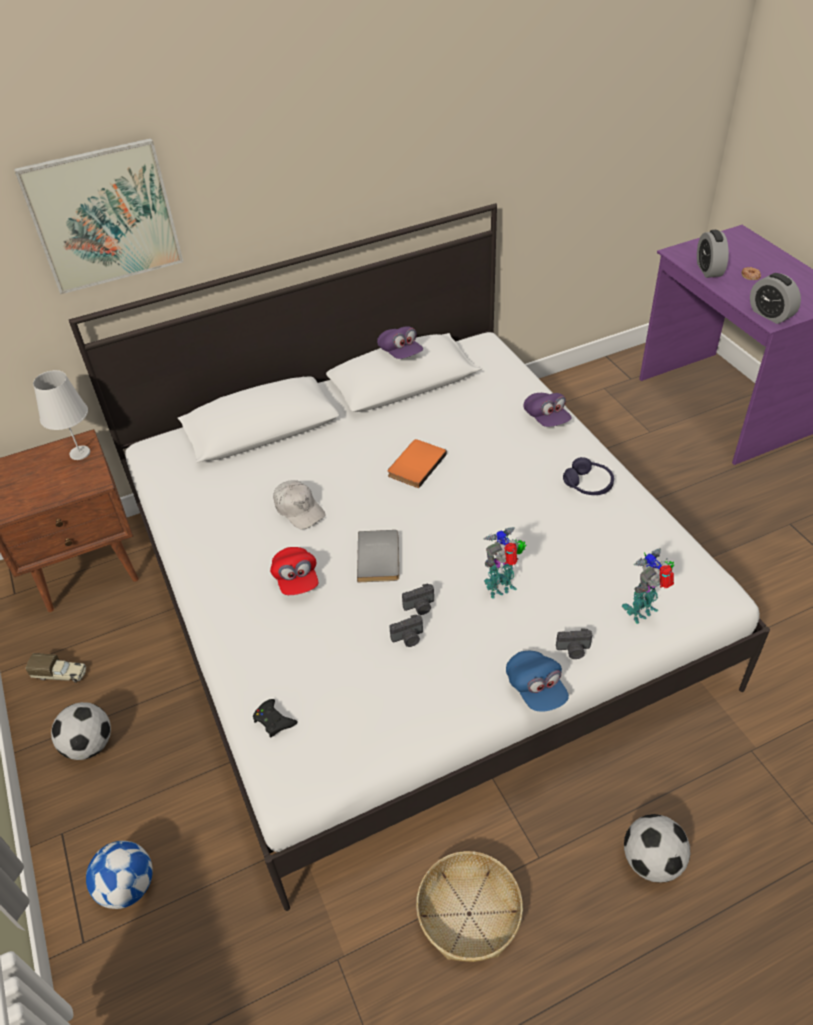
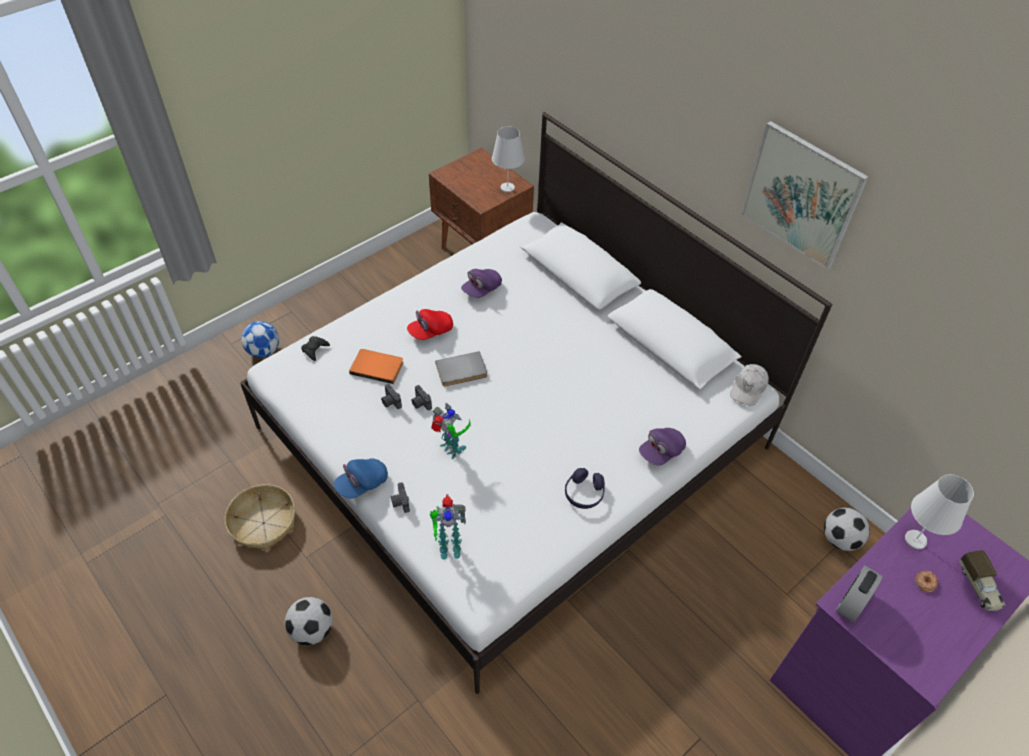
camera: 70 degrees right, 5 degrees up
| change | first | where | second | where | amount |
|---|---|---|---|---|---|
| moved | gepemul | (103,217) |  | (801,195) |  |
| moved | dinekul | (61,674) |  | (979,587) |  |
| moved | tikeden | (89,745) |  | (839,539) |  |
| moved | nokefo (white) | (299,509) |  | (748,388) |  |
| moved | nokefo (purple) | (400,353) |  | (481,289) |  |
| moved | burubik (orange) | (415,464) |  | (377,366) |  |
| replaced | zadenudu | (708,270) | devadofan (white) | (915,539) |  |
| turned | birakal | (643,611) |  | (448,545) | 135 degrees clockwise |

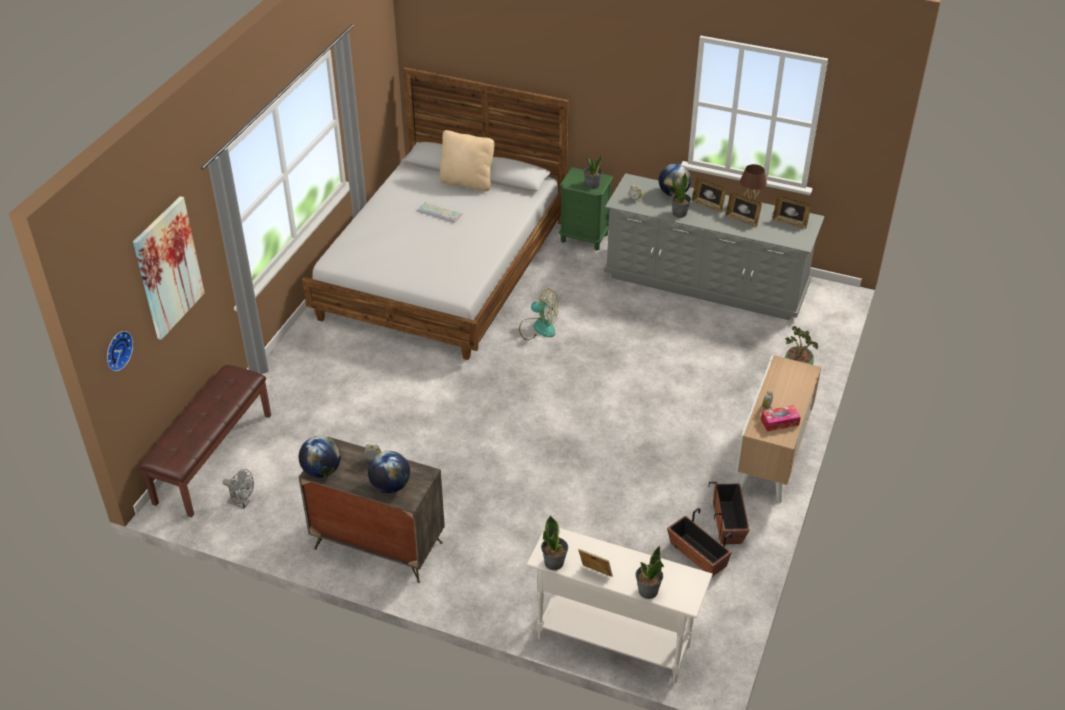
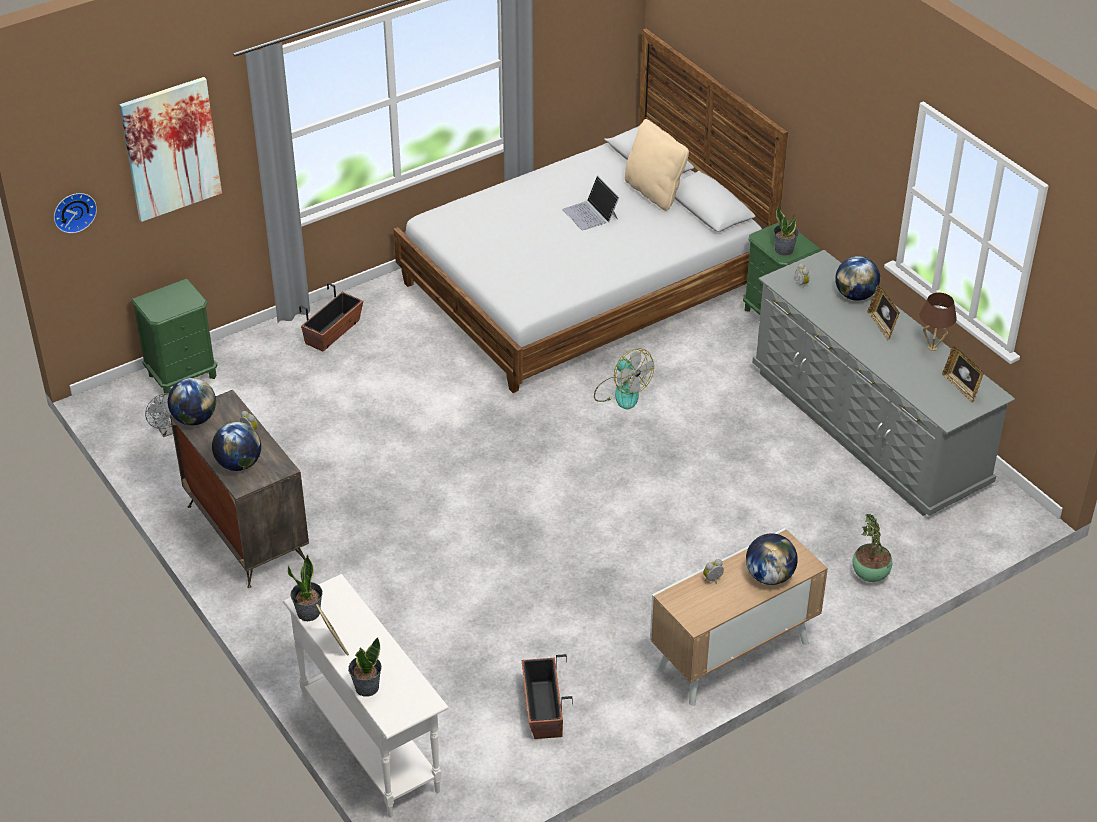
camera: 35 degrees right, 0 degrees up
| change | first | where | second | where | amount |
|---|---|---|---|---|---|
| removed | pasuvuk | (679,213) |  |  |  |
| removed | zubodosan | (742,220) |  |  |  |
| removed | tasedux | (779,422) |  |  |  |
| added |  |  | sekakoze | (769,576) |  |
| moved | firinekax | (728,522) |  | (333,332) |  |
| replaced | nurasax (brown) | (213,457) | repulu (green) | (182,375) |  |
| replaced | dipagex | (440,212) | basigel | (590,214) |  |

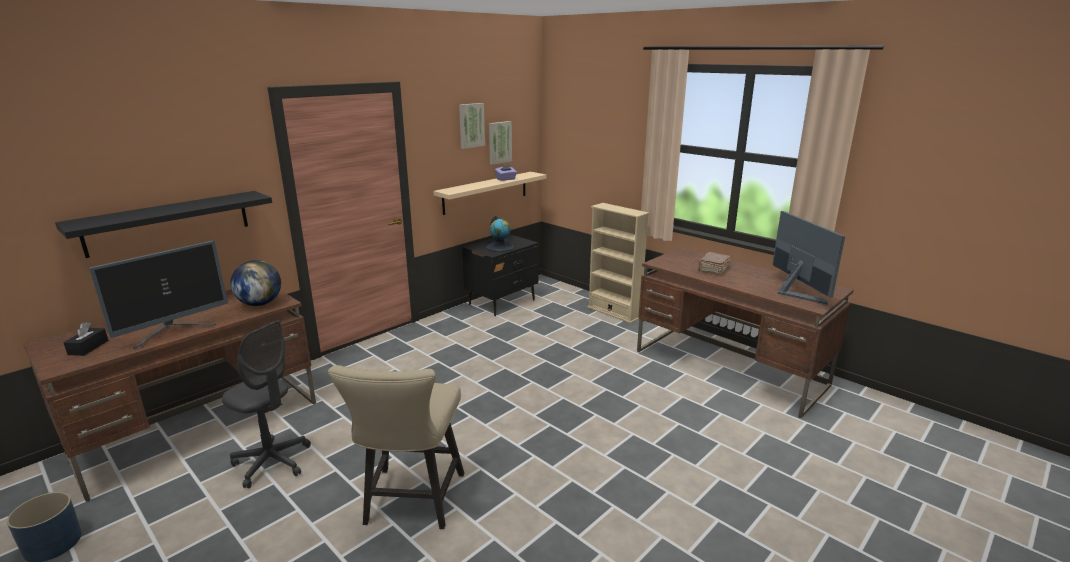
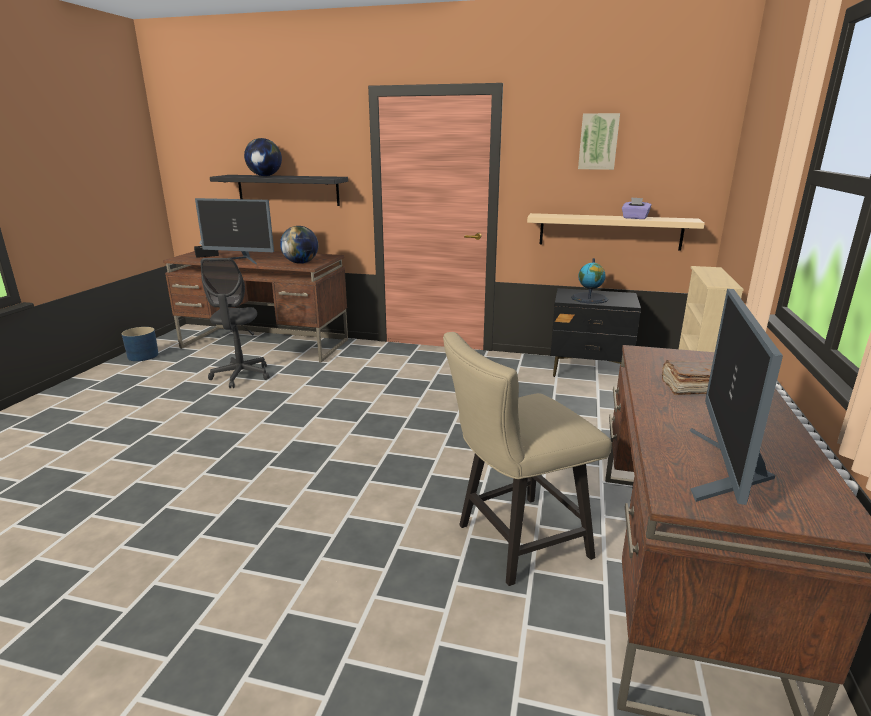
camera: 60 degrees right, 0 degrees up
| change | first | where | second | where | amount |
|---|---|---|---|---|---|
| removed | gepemul | (499,142) |  |  |  |
| added |  |  | sekakoze | (265,176) |  |
| moved | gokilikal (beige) | (411,503) |  | (514,542) |  |
| turned | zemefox | (795,292) |  | (725,470) | 150 degrees clockwise |

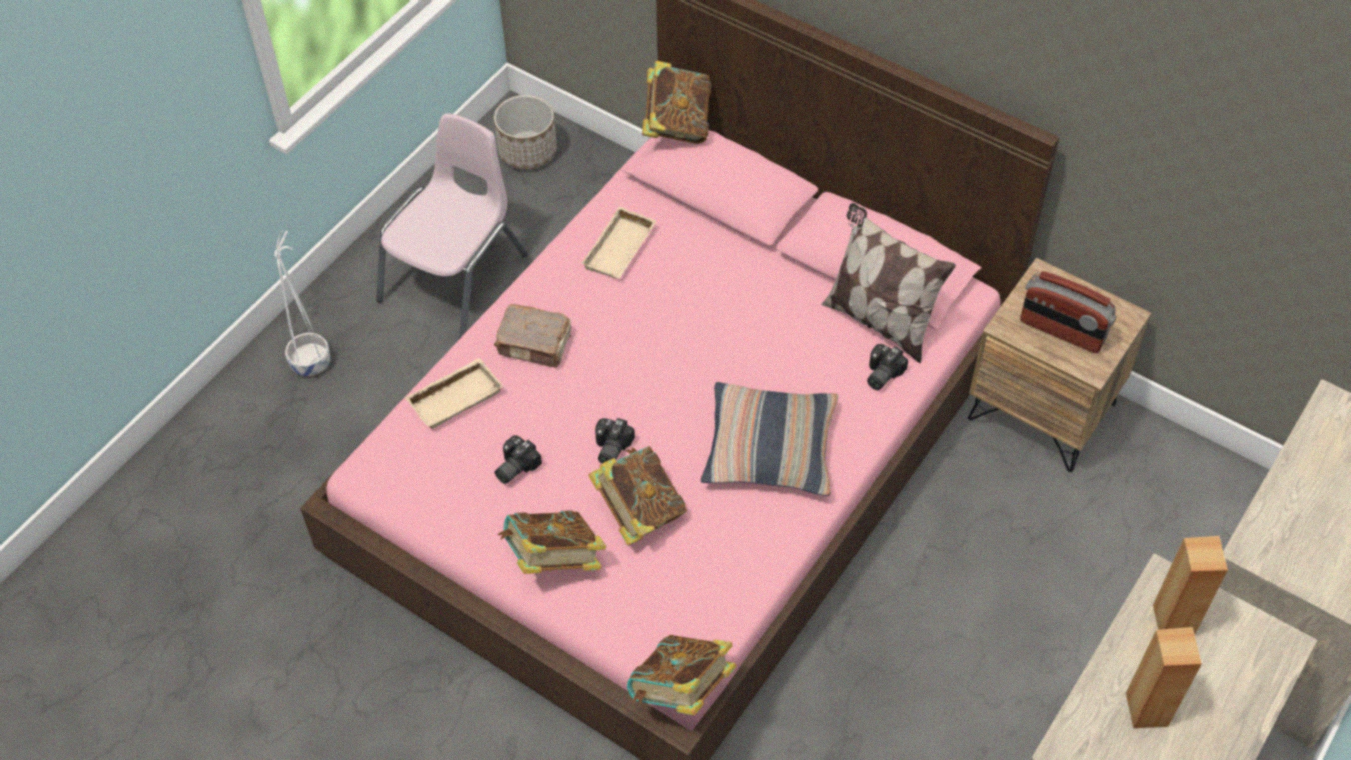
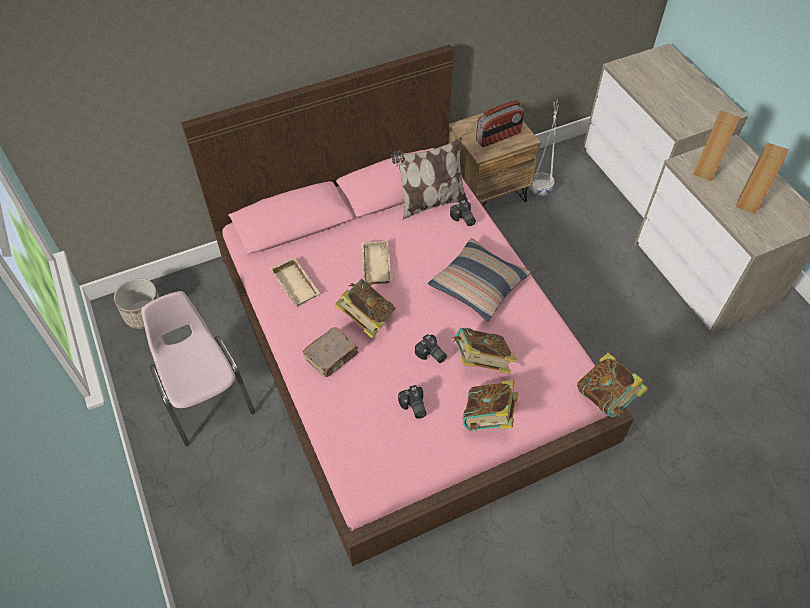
camera: 60 degrees left, 0 degrees up
| change | first | where | second | where | amount |
|---|---|---|---|---|---|
| moved | firinekax (white) | (311,362) |  | (540,188) |  |
| moved | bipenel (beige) | (455,396) |  | (374,265) |  |
| moved | burubik | (676,125) |  | (366,319) |  |

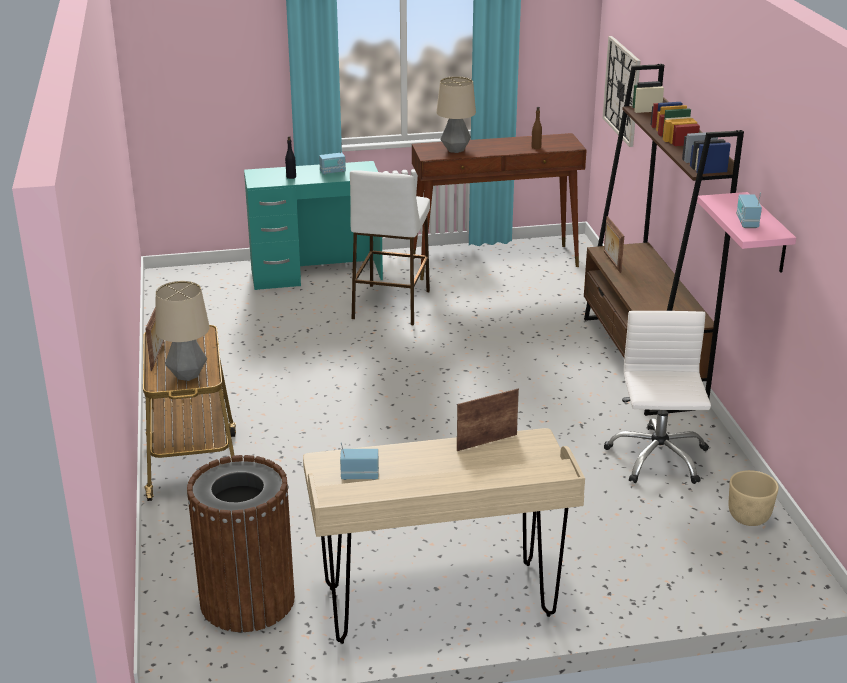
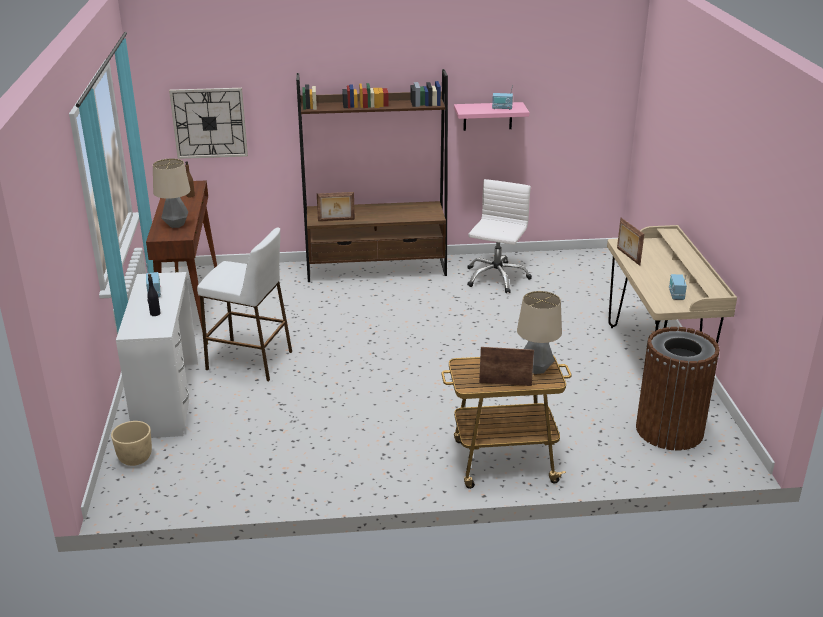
camera: 85 degrees left, 0 degrees up
| change | first | where | second | where | amount |
|---|---|---|---|---|---|
| moved | firinekax (beige) | (749,517) |  | (135,458) |  |
| recoloured | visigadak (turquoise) | (316,274) | visigadak (white) | (166,398) |  |
| turned | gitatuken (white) | (657,457) |  | (496,277) | 105 degrees clockwise |

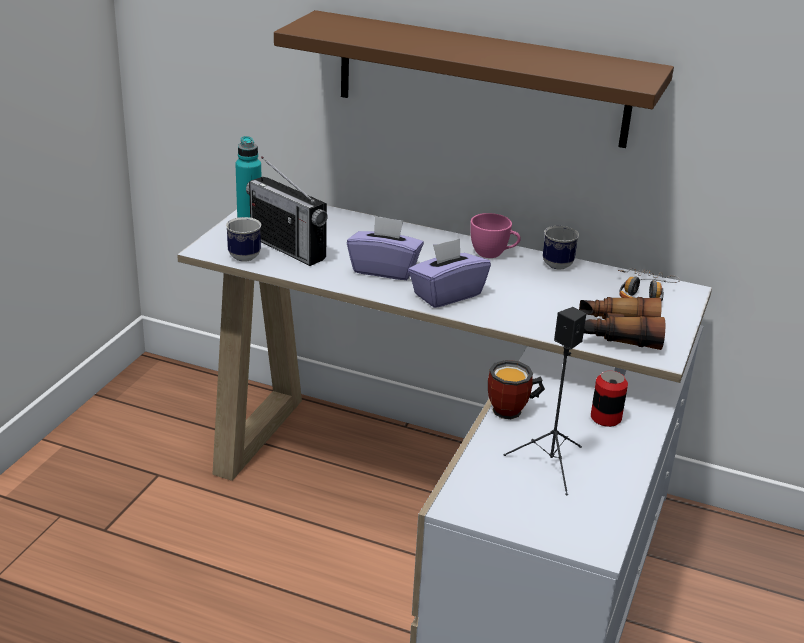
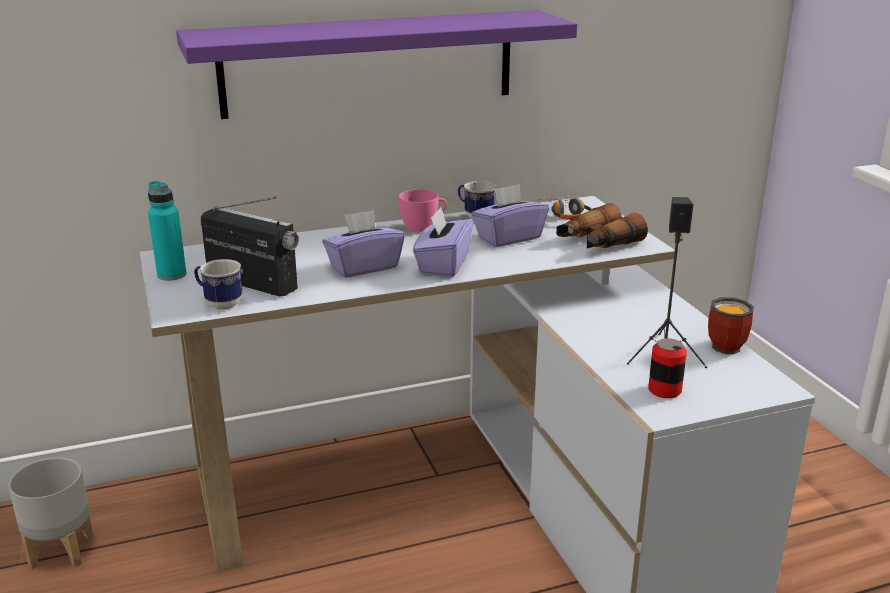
camera: 40 degrees left, 5 degrees down
| change | first | where | second | where | amount |
|---|---|---|---|---|---|
| added |  |  | firinekax (grey) | (62,549) |  |
| added |  |  | tasedux (purple) | (508,238) |  |
| moved | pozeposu | (513,411) |  | (730,345) |  |
| moved | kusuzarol | (605,418) |  | (664,390) |  |
| recoloured | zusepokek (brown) | (481,79) | zusepokek (purple) | (369,63) |  |
| turned | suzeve | (288,248) |  | (251,283) | 150 degrees counterclockwise |

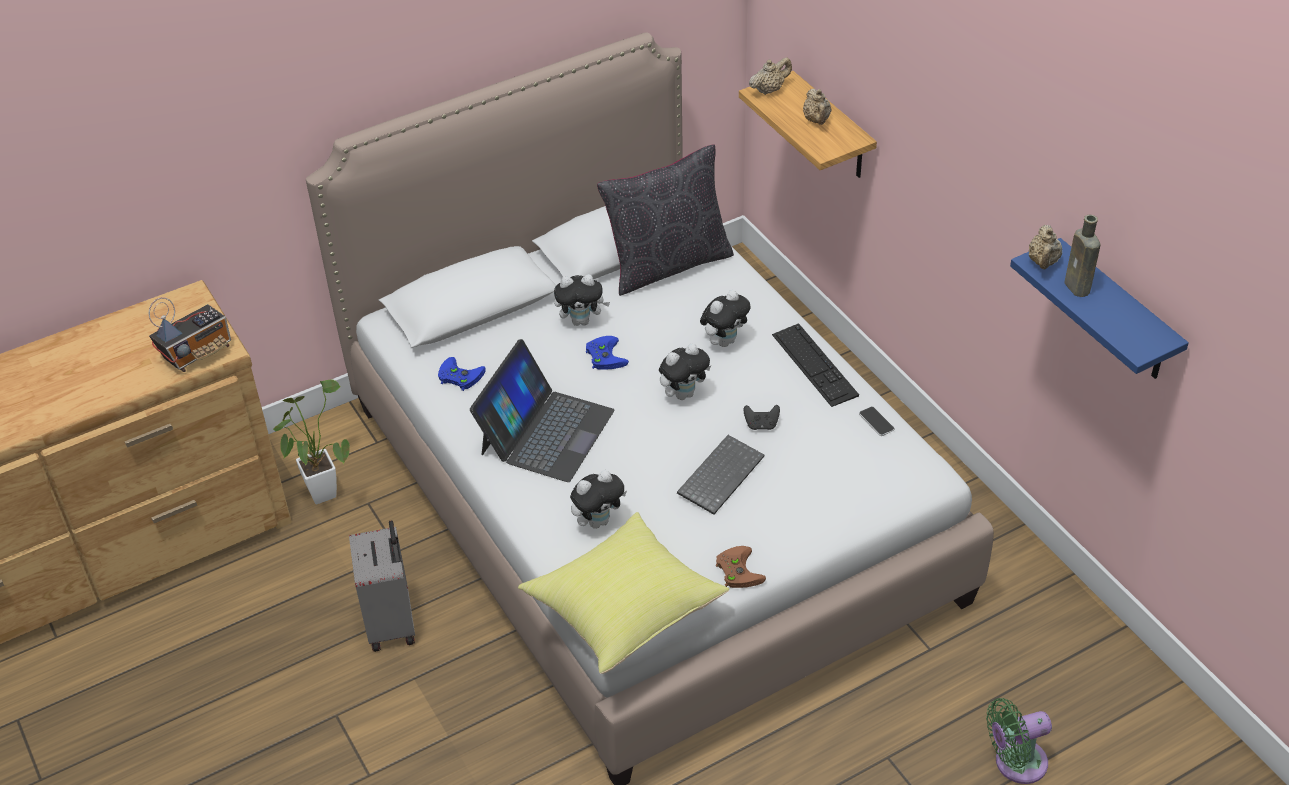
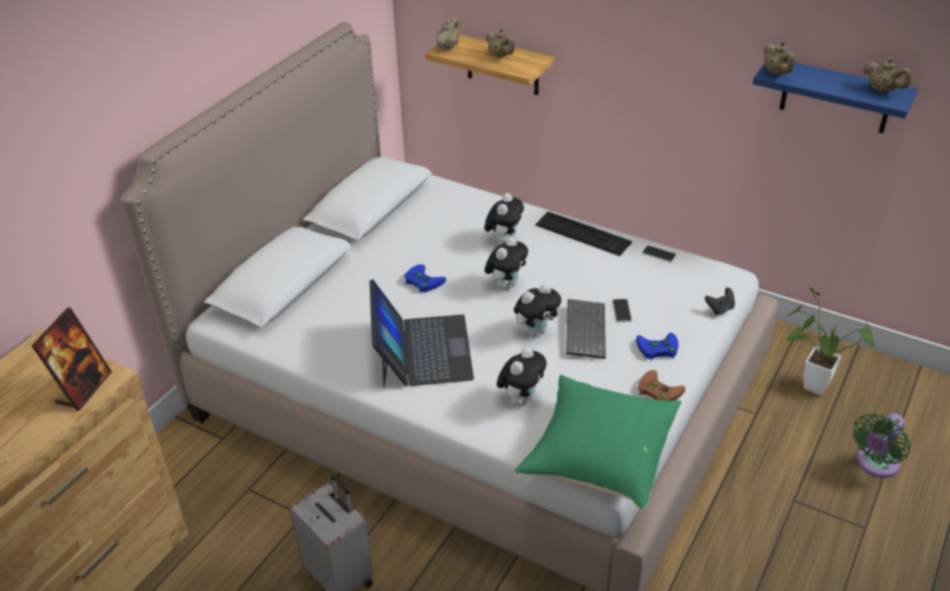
camera: 30 degrees left, 5 degrees down
| change | first | where | second | where | amount |
|---|---|---|---|---|---|
| removed | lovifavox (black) | (667,264) |  |  |  |
| removed | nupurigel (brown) | (1078,288) |  |  |  |
| added |  |  | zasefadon | (621,311) |  |
| added |  |  | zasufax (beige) | (882,90) |  |
| moved | pasuvuk | (321,489) |  | (809,384) |  |
| moved | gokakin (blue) | (458,376) |  | (657,349) |  |
| moved | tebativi | (582,321) |  | (536,331) |  |
| moved | gokakin (black) | (761,425) |  | (720,309) |  |
| replaced | suzeve | (198,353) | zubodosan | (84,388) |  |
| recoloured | lovifavox (yellow) | (624,609) | lovifavox (green) | (599,456) |  |

